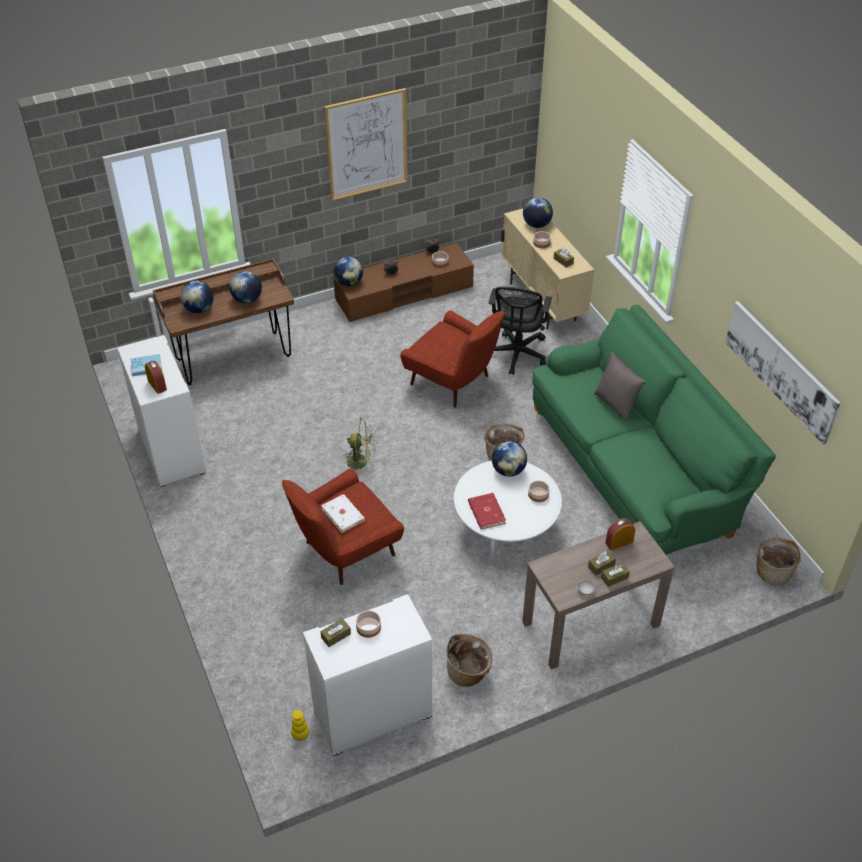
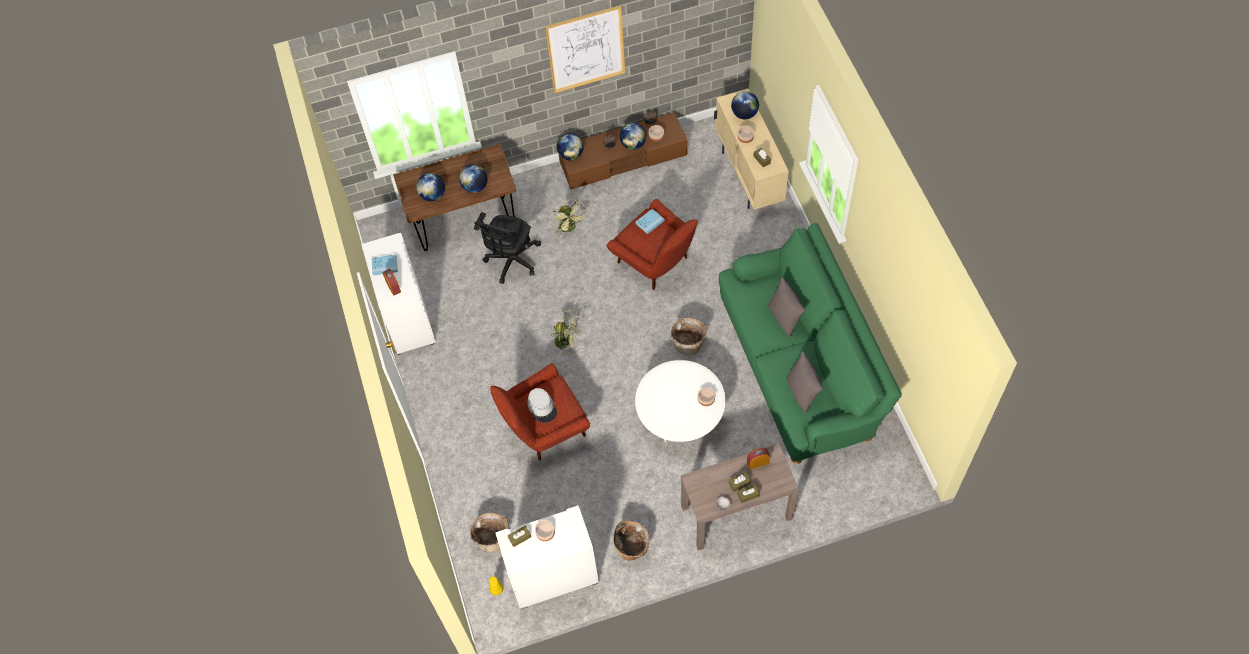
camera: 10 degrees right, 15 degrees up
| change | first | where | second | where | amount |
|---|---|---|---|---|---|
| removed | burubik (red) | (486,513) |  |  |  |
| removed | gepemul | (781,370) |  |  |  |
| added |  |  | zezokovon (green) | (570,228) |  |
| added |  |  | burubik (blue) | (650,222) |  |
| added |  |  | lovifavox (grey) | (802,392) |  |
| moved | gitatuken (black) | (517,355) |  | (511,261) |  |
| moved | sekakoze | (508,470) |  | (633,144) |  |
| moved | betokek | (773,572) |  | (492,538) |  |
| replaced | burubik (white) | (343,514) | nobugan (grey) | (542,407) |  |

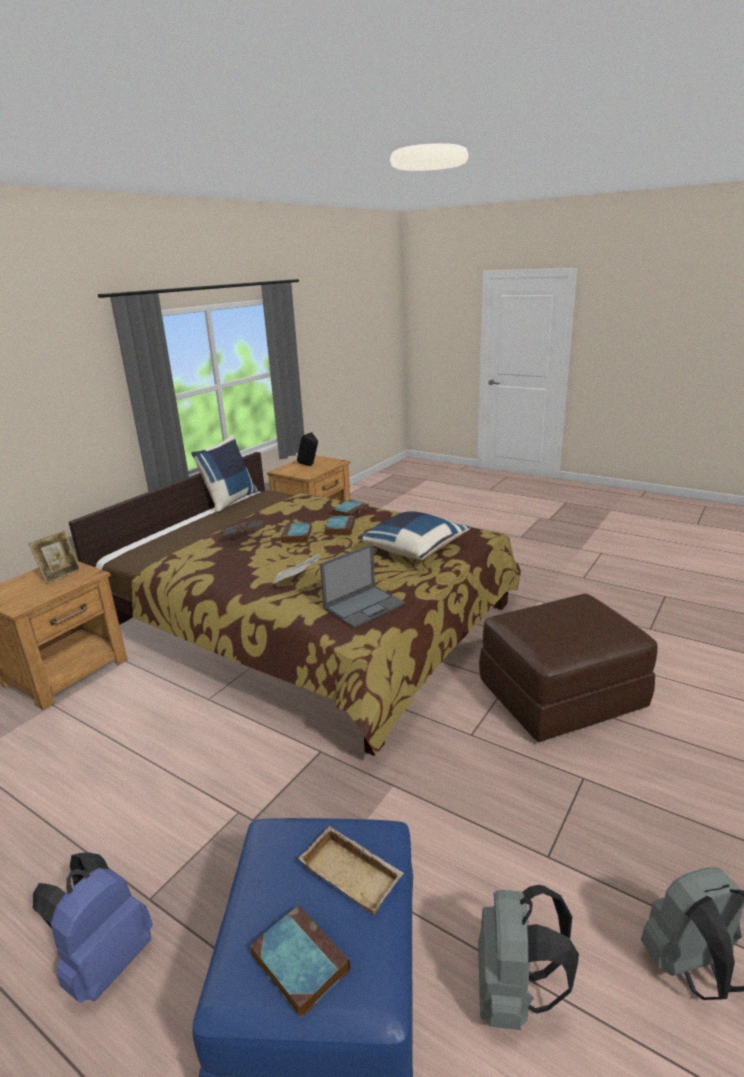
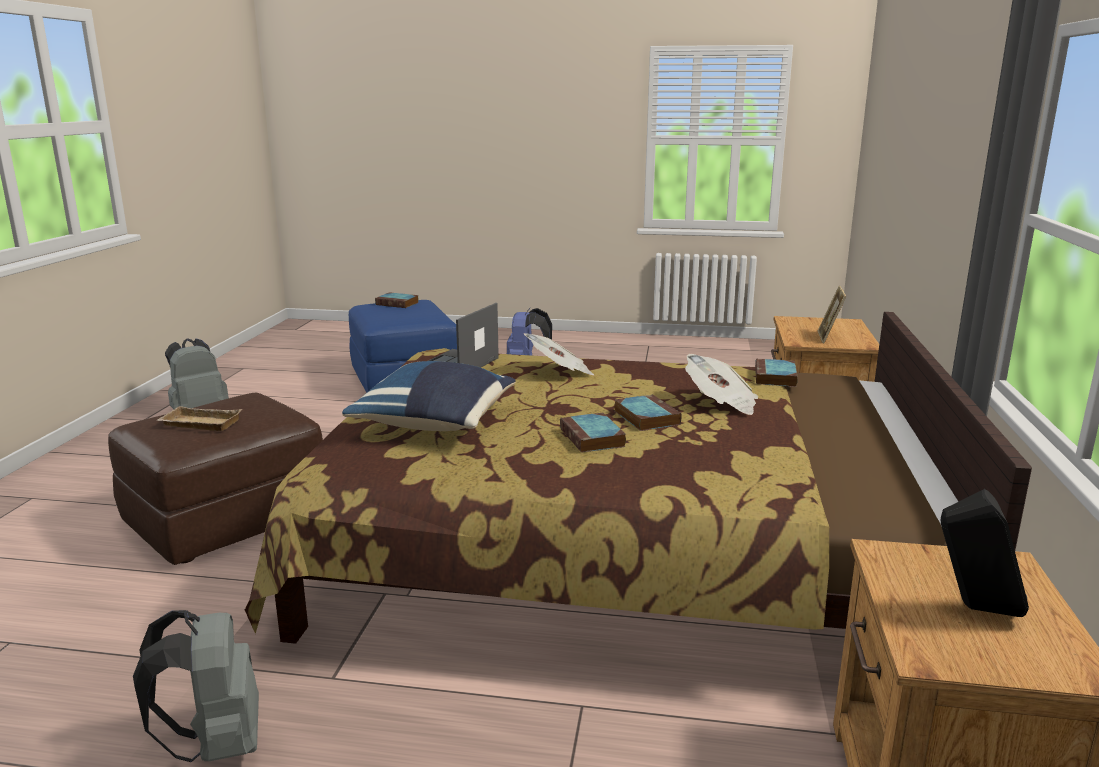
camera: 155 degrees right, 5 degrees down
| change | first | where | second | where | amount |
|---|---|---|---|---|---|
| removed | lovifavox (blue) | (230,501) |  |  |  |
| moved | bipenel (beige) | (353,873) |  | (199,424) |  |
| moved | burubik | (350,512) |  | (775,378) |  |
| moved | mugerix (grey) | (514,992) |  | (216,744) |  |

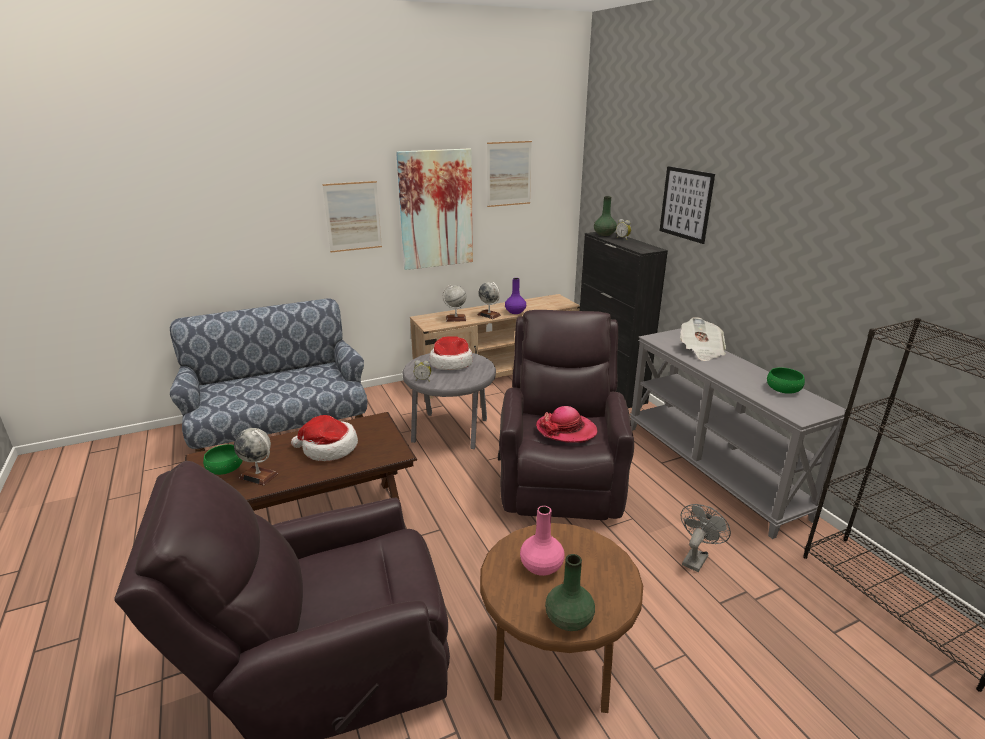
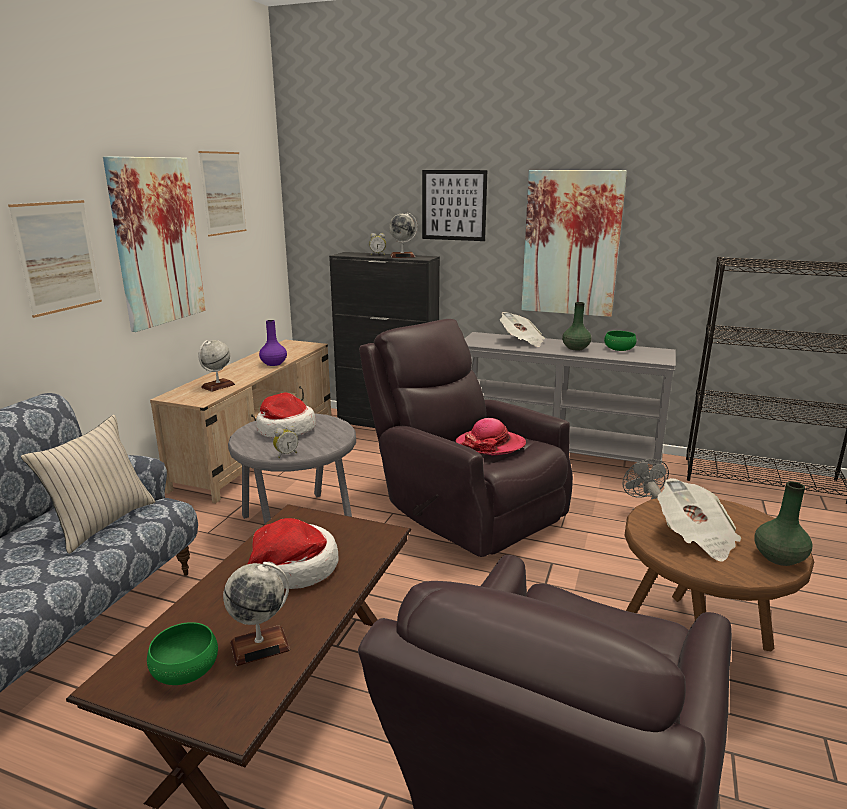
camera: 45 degrees left, 5 degrees down
| change | first | where | second | where | amount |
|---|---|---|---|---|---|
| added |  |  | lovifavox (beige) | (102,523) |  |
| added |  |  | gepemul | (571,244) |  |
| moved | sekakoze | (489,315) |  | (402,256) |  |
| moved | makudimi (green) | (604,234) |  | (575,348) |  |
| replaced | makudimi (pink) | (541,567) | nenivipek | (696,538) |  |

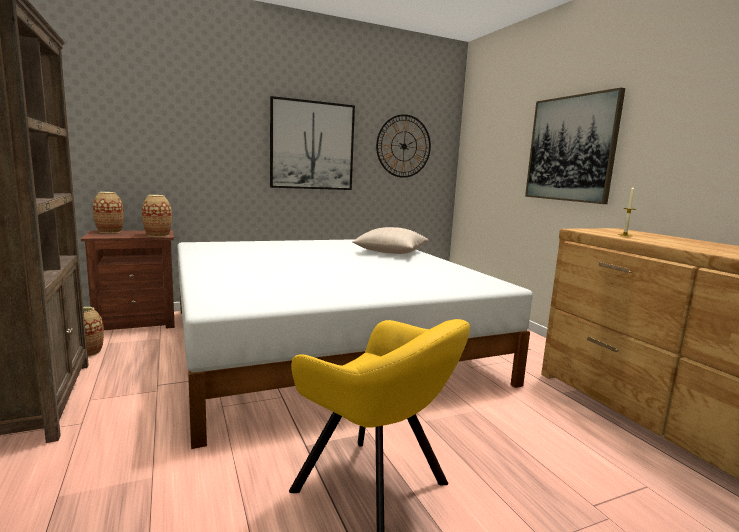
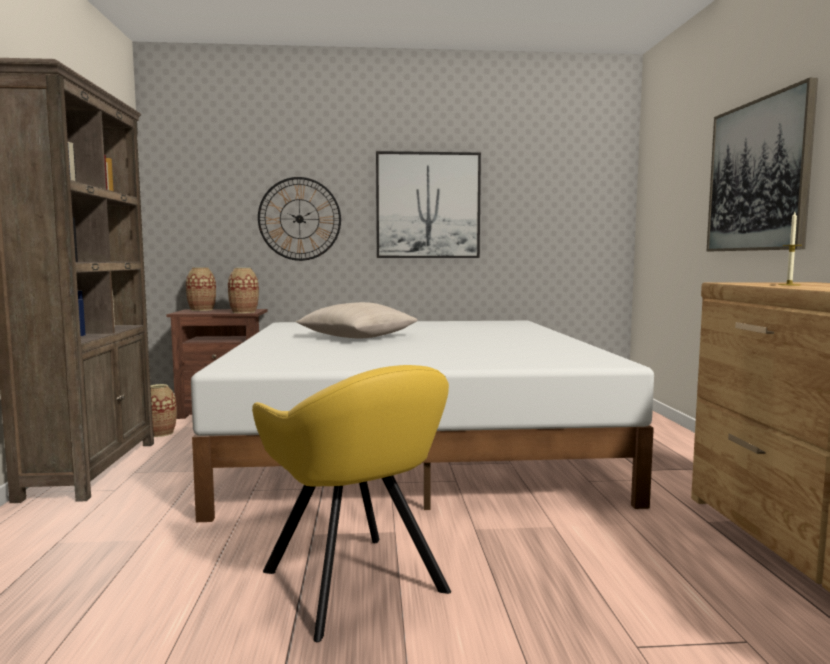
camera: 20 degrees right, 5 degrees down
| change | first | where | second | where | amount |
|---|---|---|---|---|---|
| moved | lovifavox (beige) | (391,252) |  | (357,337) |  |
| moved | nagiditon | (404,146) |  | (299,219) |  |

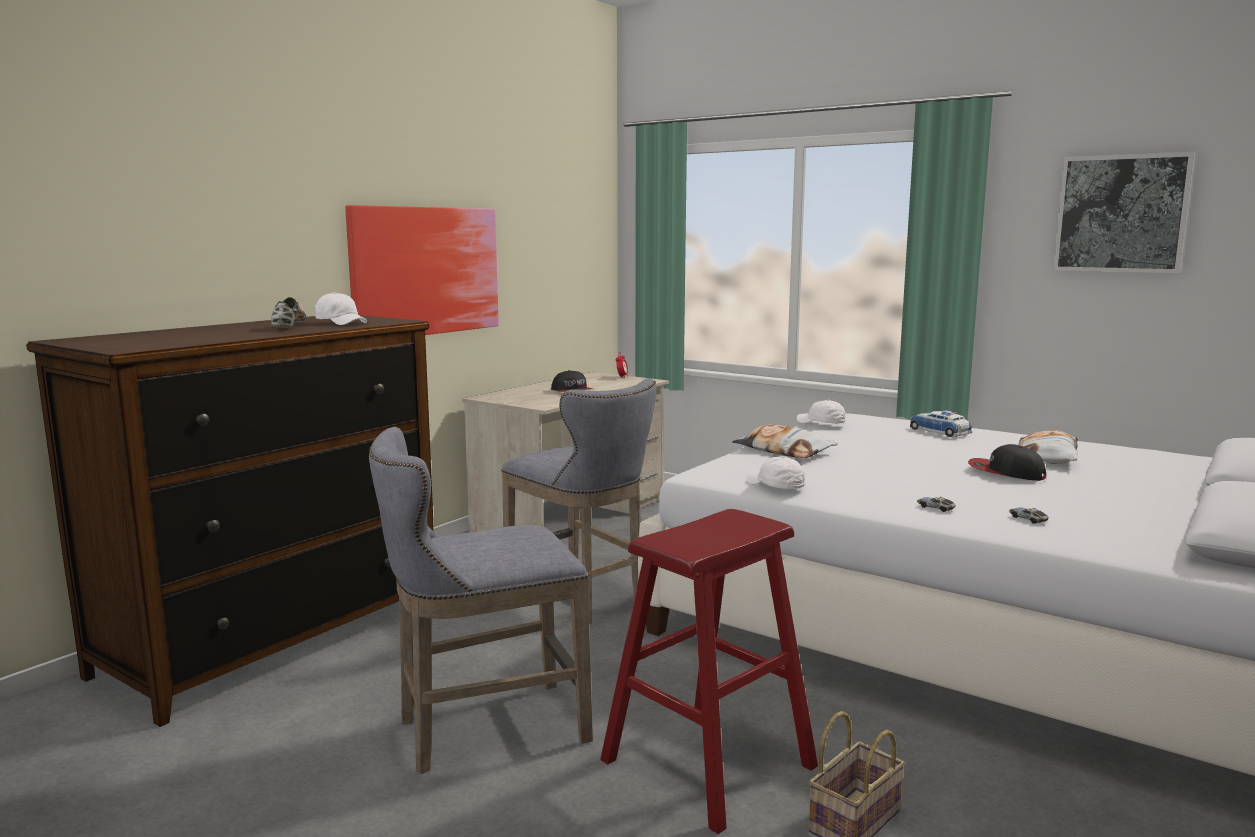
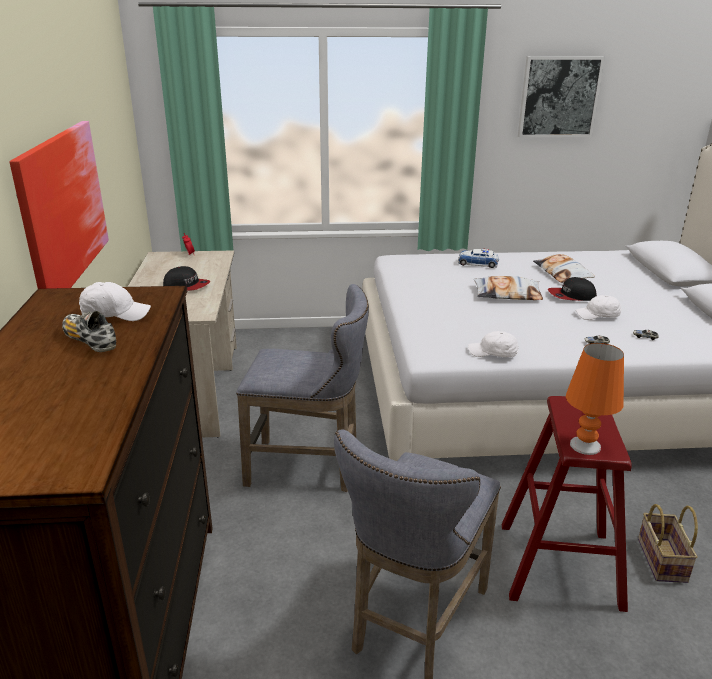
camera: 40 degrees left, 15 degrees up
| change | first | where | second | where | amount |
|---|---|---|---|---|---|
| added |  |  | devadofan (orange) | (585,446) |  |
| moved | lovifavox | (784,450) |  | (507,294) |  |
| moved | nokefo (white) | (821,423) |  | (598,316) |  |

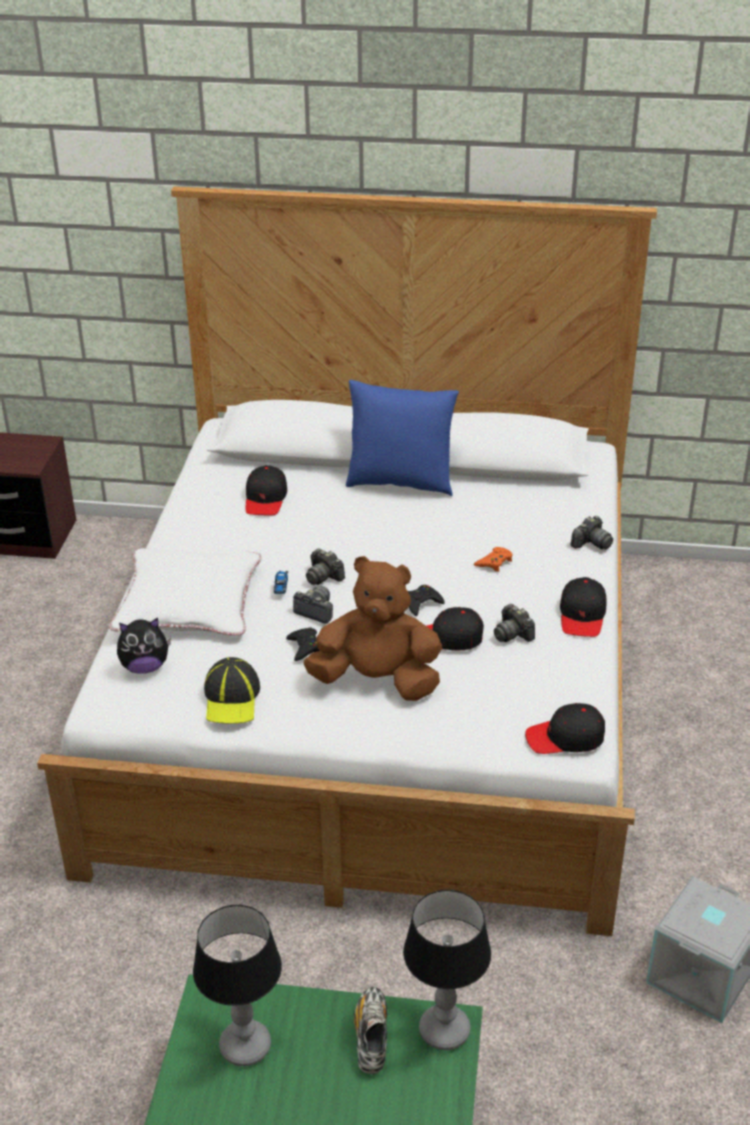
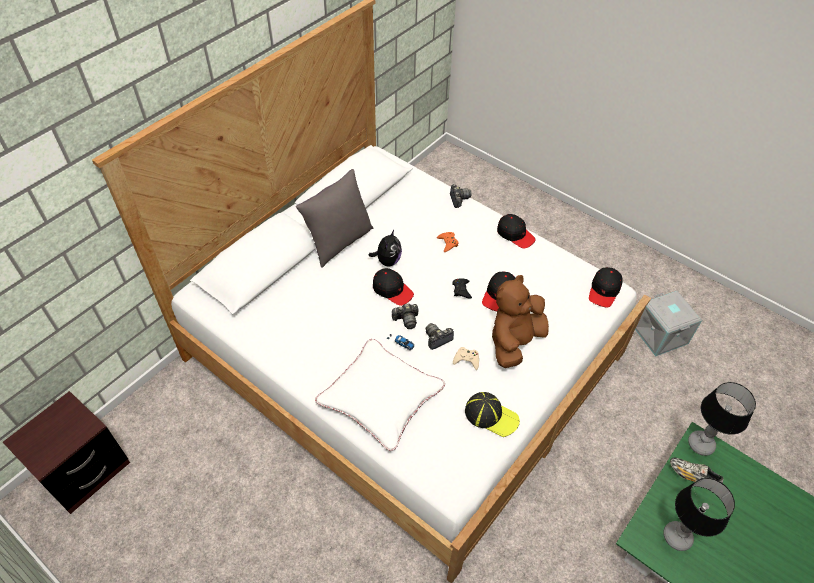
camera: 60 degrees left, 15 degrees up
| change | first | where | second | where | amount |
|---|---|---|---|---|---|
| removed | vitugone | (513,633) |  |  |  |
| moved | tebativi | (145,667) |  | (387,261) |  |
| moved | nokefo (black) | (265,499) |  | (392,290) |  |
| recoloured | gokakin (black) | (304,647) | gokakin (beige) | (466,359) |  |
| recoloured | lovifavox (blue) | (400,482) | lovifavox (grey) | (339,242) |  |

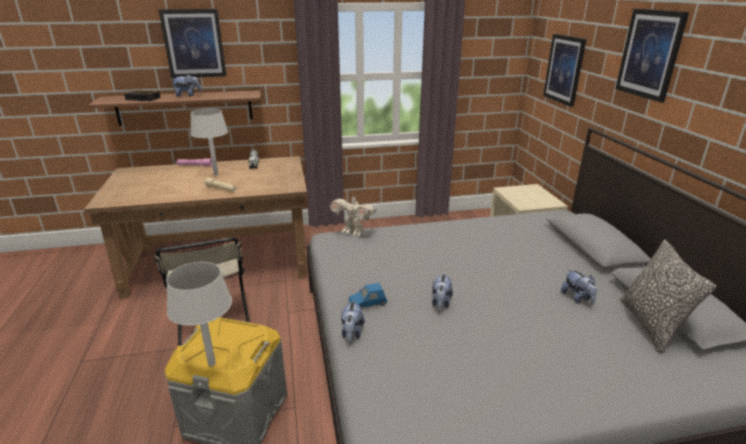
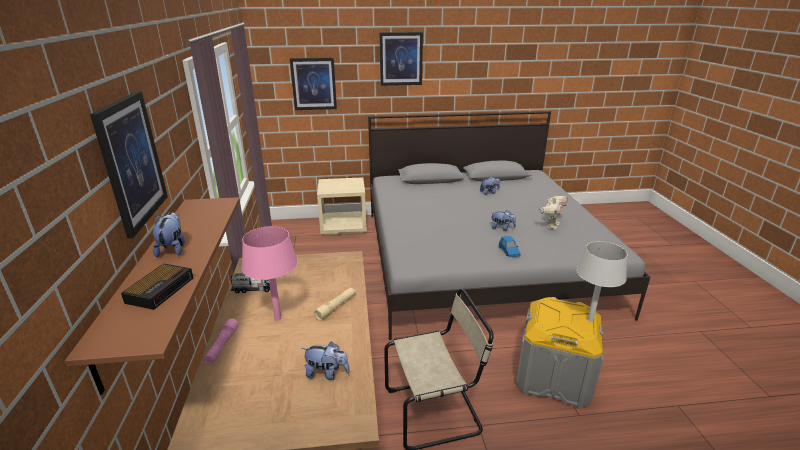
camera: 85 degrees left, 0 degrees up
| change | first | where | second | where | amount |
|---|---|---|---|---|---|
| removed | lovifavox | (651,325) |  |  |  |
| moved | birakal | (353,232) |  | (551,225) |  |
| moved | tebativi | (352,333) |  | (327,373) |  |
| recoloured | devadofan (grey) | (216,174) | devadofan (pink) | (278,318) |  |

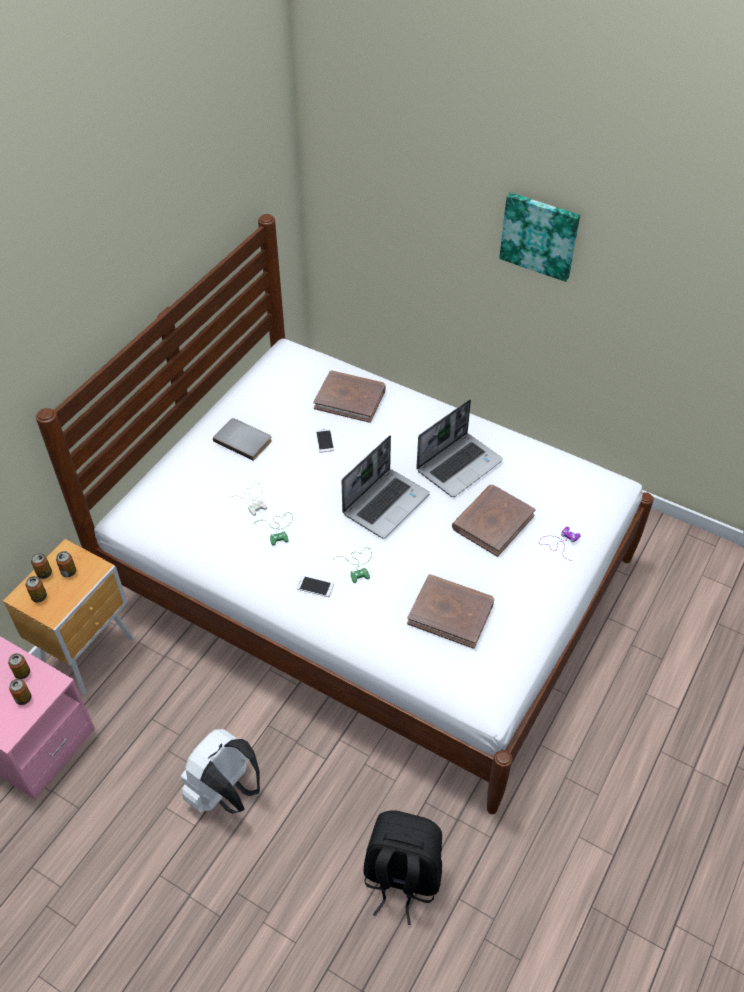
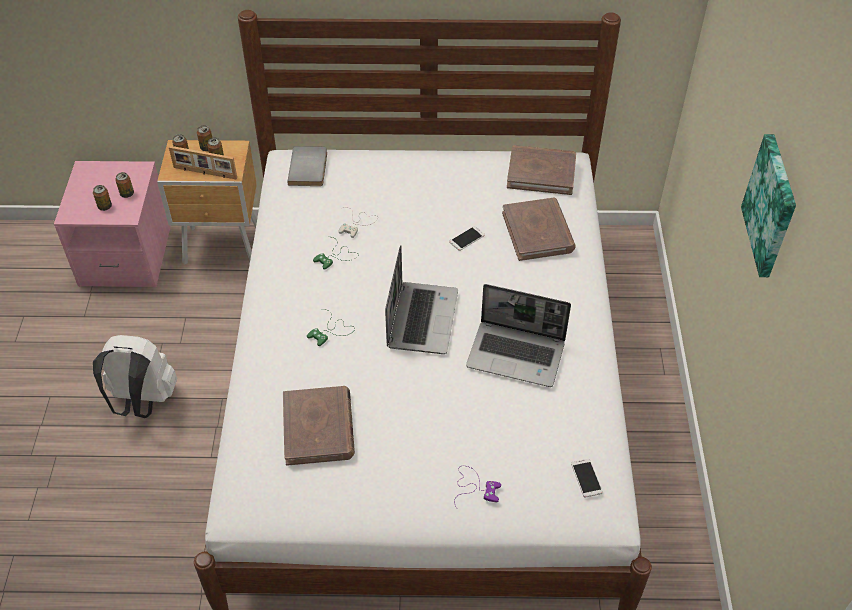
camera: 60 degrees right, 0 degrees up
| change | first | where | second | where | amount |
|---|---|---|---|---|---|
| removed | mugerix (black) | (401,878) |  |  |  |
| added |  |  | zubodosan | (205,173) |  |
| moved | burubik (grey) | (244,439) |  | (309,168) |  |
| moved | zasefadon | (315,586) |  | (586,478) |  |
| moved | burubik (brown) | (492,522) |  | (541,172) |  |
| turned | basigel | (386,503) |  | (421,318) | 90 degrees counterclockwise |

